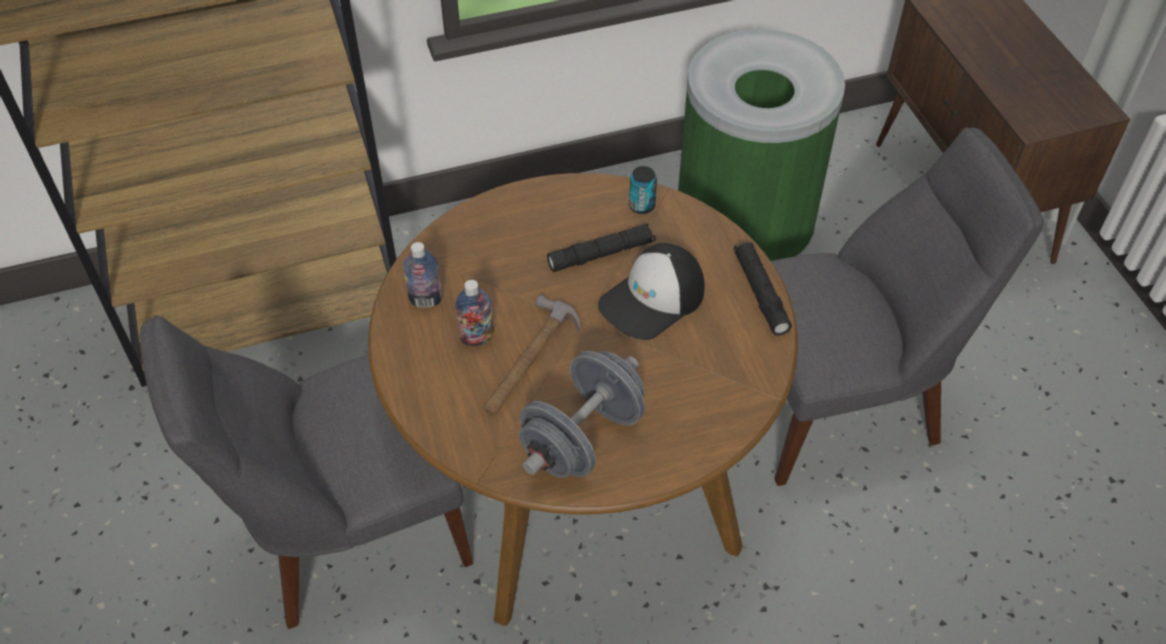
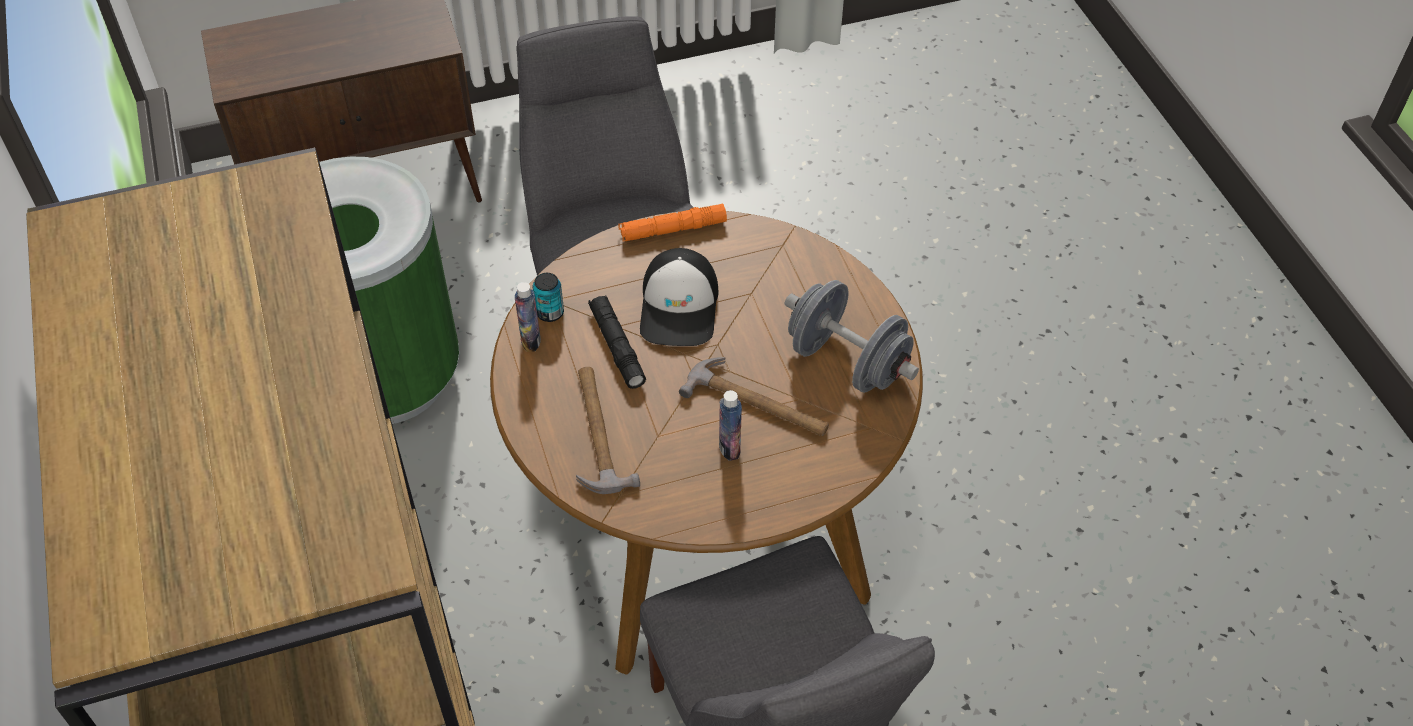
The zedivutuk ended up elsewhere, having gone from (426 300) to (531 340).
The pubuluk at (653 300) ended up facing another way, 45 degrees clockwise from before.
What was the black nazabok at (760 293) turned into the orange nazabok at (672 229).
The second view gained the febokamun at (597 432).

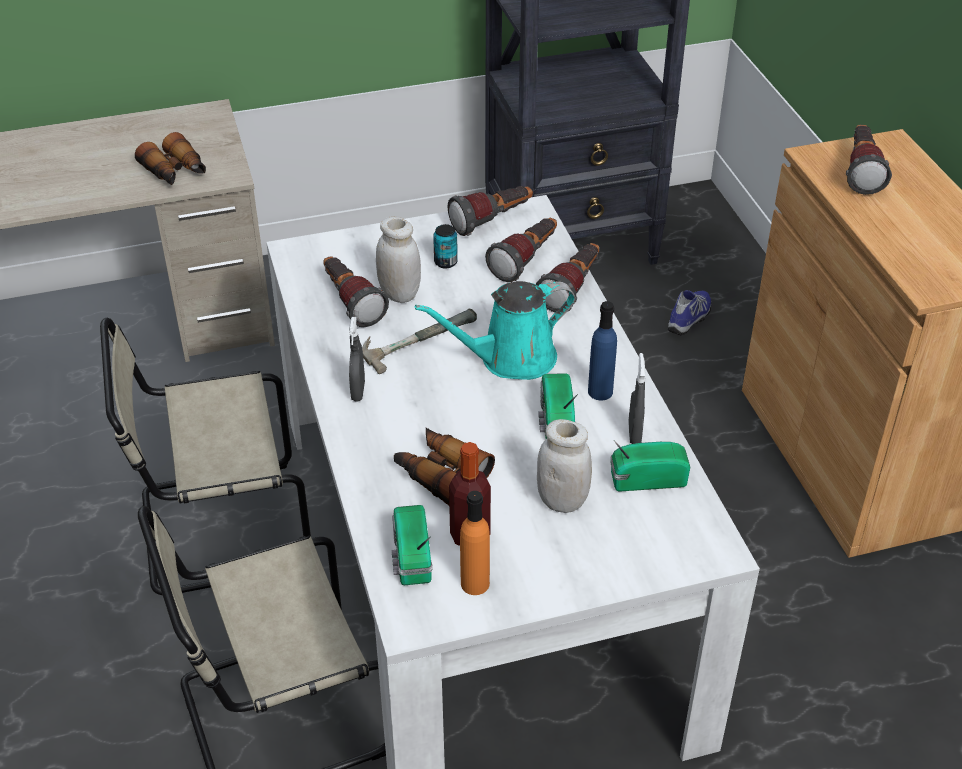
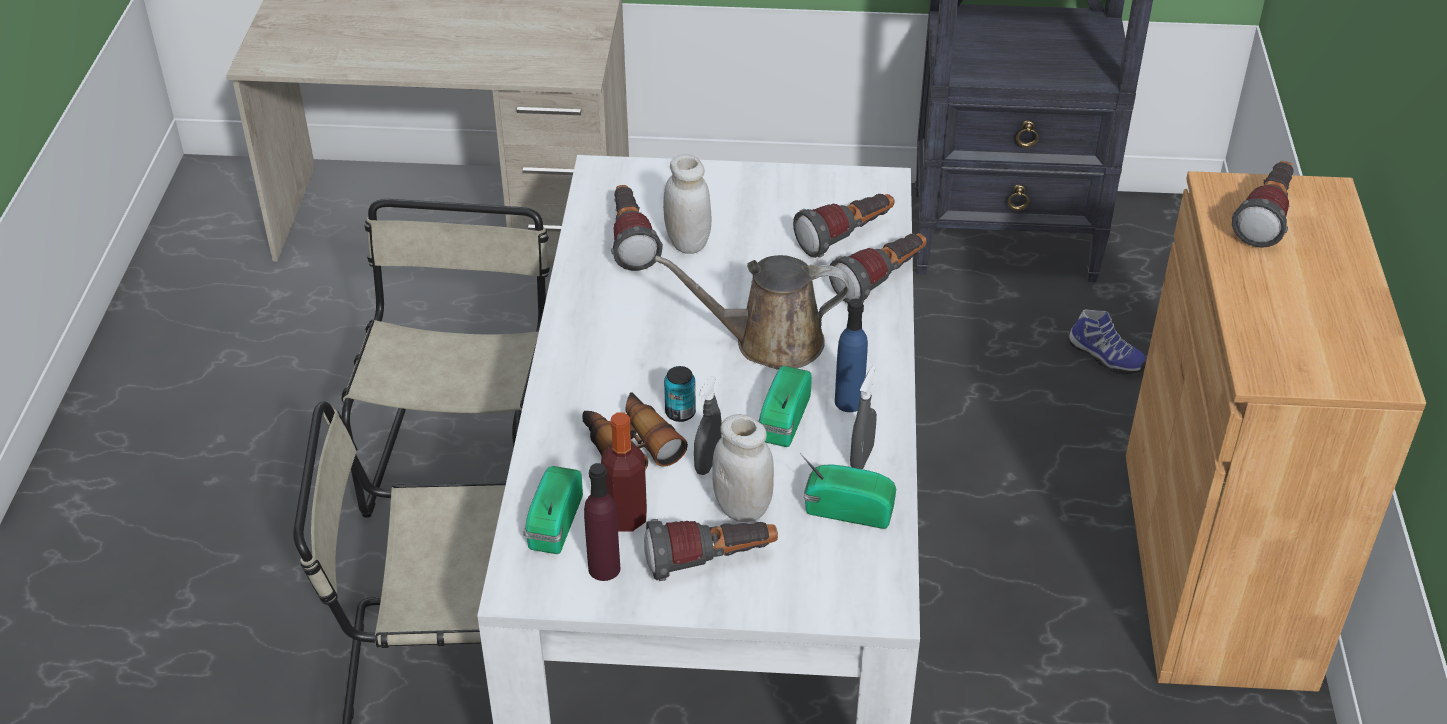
The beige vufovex at (217 529) ended up facing another way, 90 degrees clockwise from before.
The second view lost the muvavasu at (175 172).
The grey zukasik ended up elsewhere, having gone from (358 391) to (707 462).
The second view lost the febokamun at (416 337).
What was the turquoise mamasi at (510 359) turned into the brown mamasi at (770 342).
The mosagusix ended up elsewhere, having gone from (445 262) to (680 413).
The nazabok ended up elsewhere, having gone from (492 221) to (711 562).
What was the orange zedivutuk at (475 583) turned into the purple zedivutuk at (604 568).
The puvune at (690 319) ended up facing another way, 75 degrees clockwise from before.

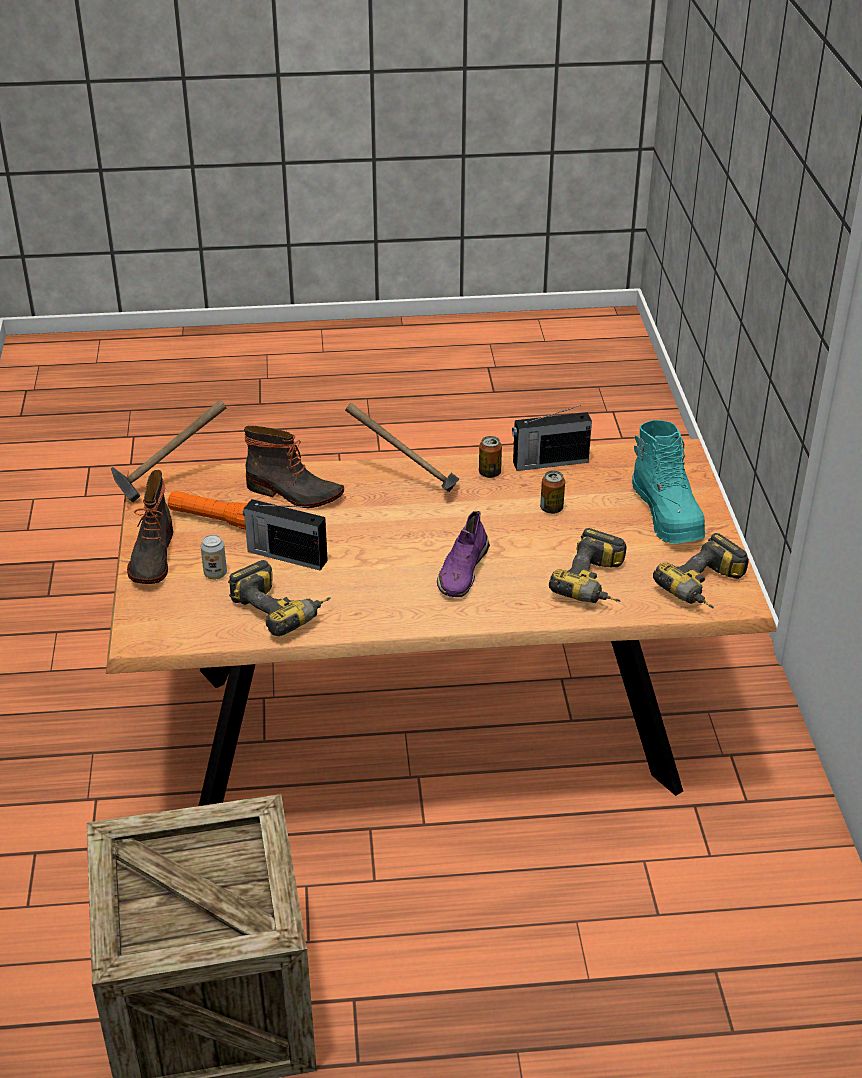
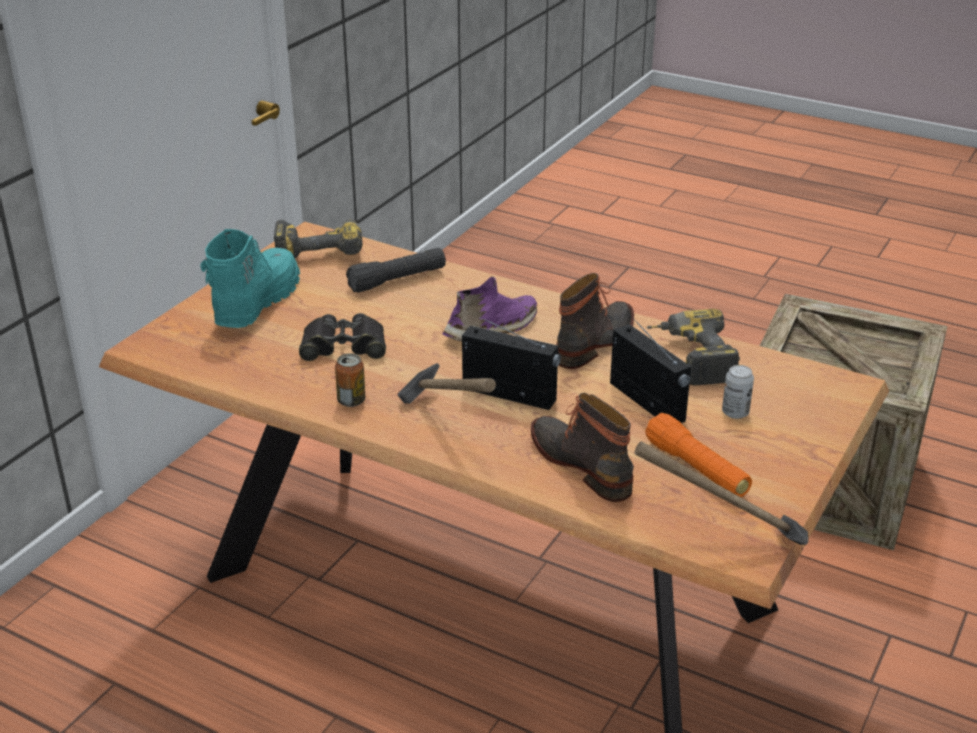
The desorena ended up elsewhere, having gone from (151 557) to (596 342).
The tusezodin ended up elsewhere, having gone from (549 462) to (510 395).
Where the mosagusix stood at (551 508), the black muvavasu came to stand at (343 346).
Where the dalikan stood at (596 585), the black nazabok came to stand at (397 280).

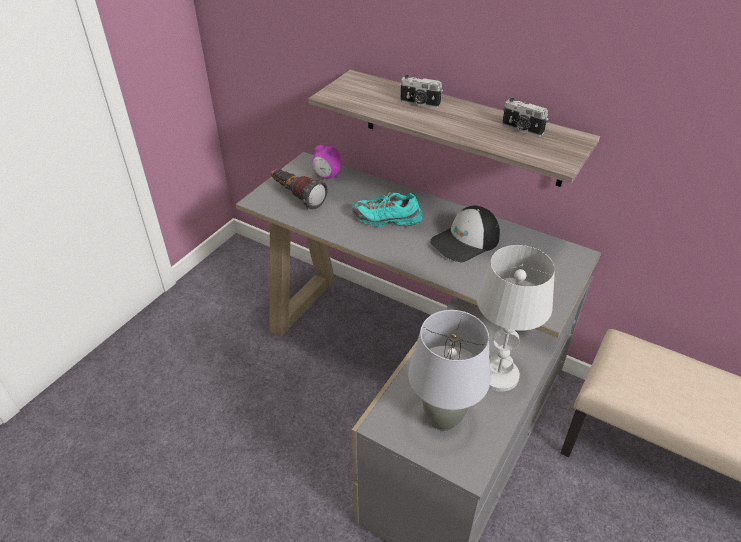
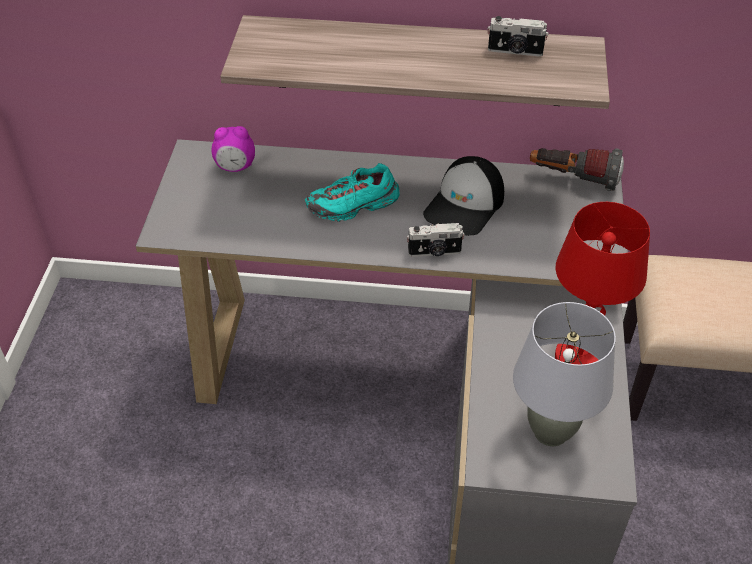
The nazabok ended up elsewhere, having gone from (297 197) to (573 179).
The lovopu ended up elsewhere, having gone from (419 103) to (434 252).
What was the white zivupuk at (498 375) turned into the red zivupuk at (579 357).

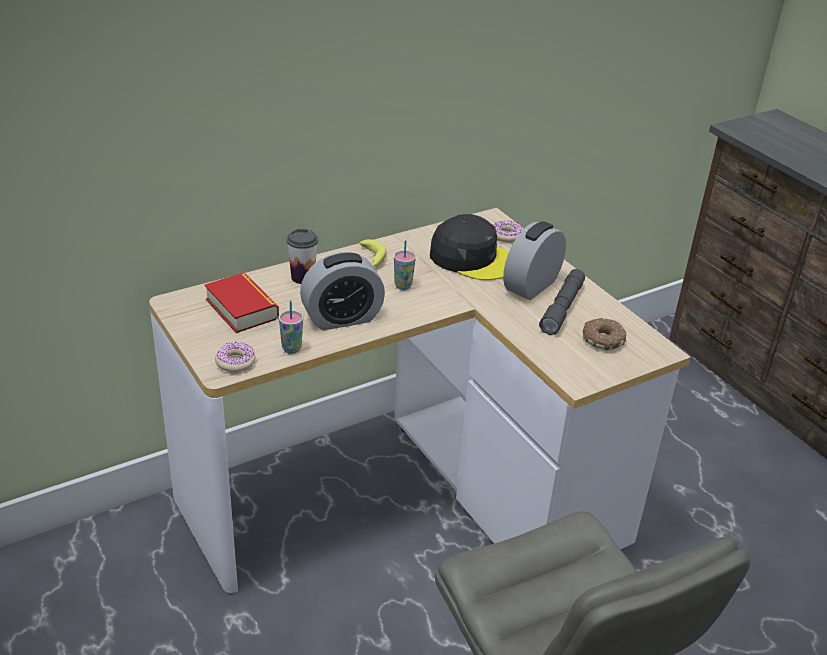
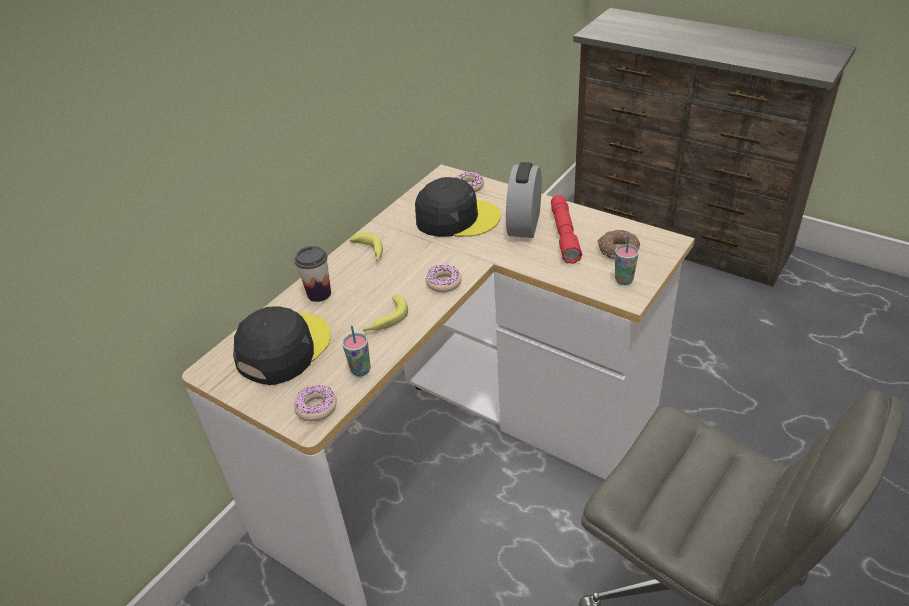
Where the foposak stood at (242 309), the black pubuluk came to stand at (283 349).
Where the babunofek stood at (342 318), the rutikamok came to stand at (385 320).
The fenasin ended up elsewhere, having gone from (403 286) to (623 280).
What was the grey nazabok at (562 308) turned into the red nazabok at (564 235).
The second view gained the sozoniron at (443 283).

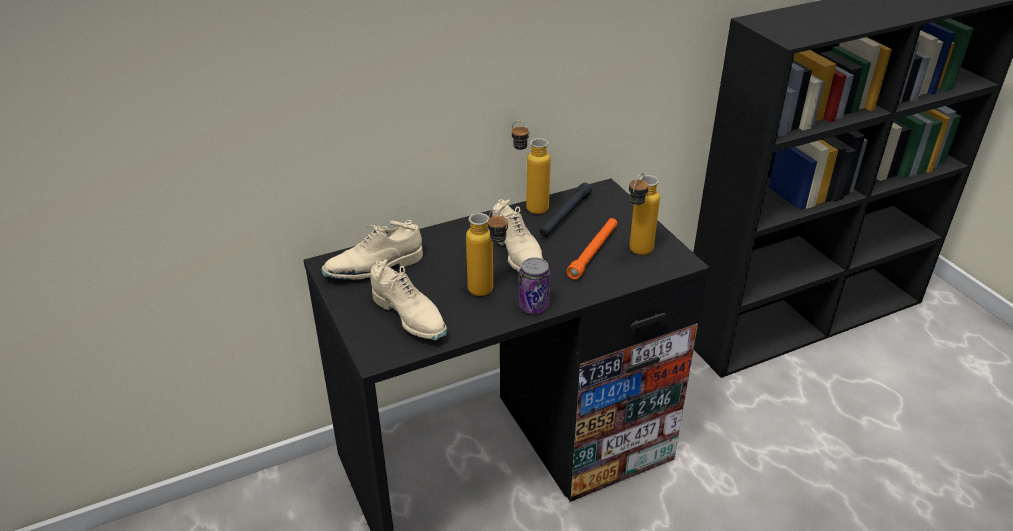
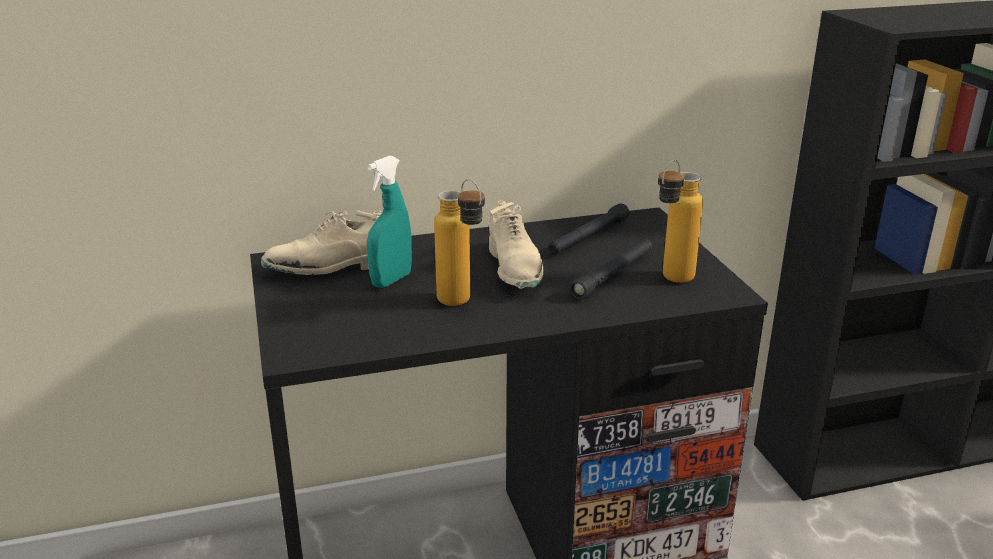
The second view lost the beige puvune at (410 317).
The second view lost the zedivutuk at (529 206).
The second view lost the mosagusix at (533 306).
What was the orange nazabok at (593 252) turned into the black nazabok at (613 275).
The second view gained the turquoise zukasik at (391 280).

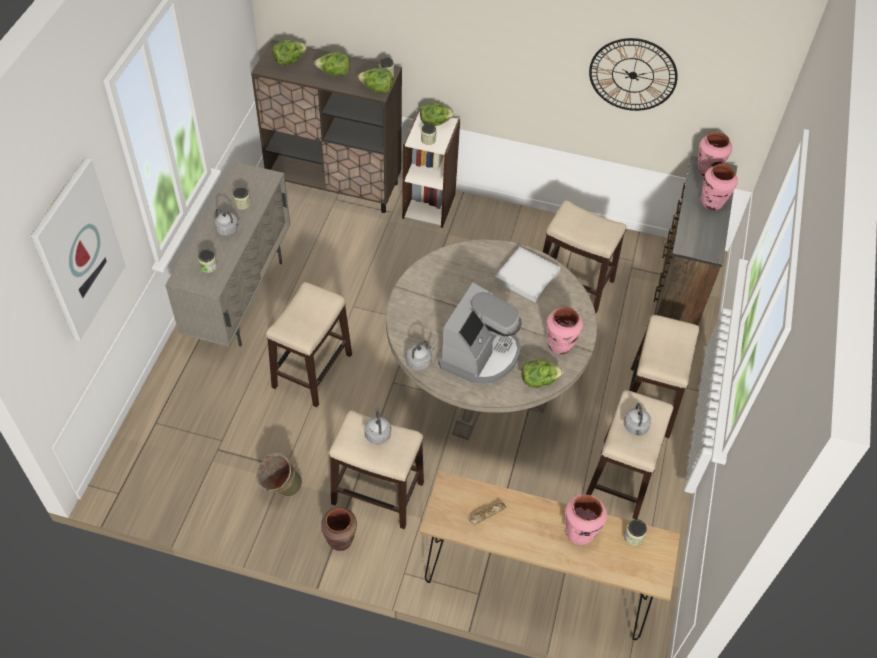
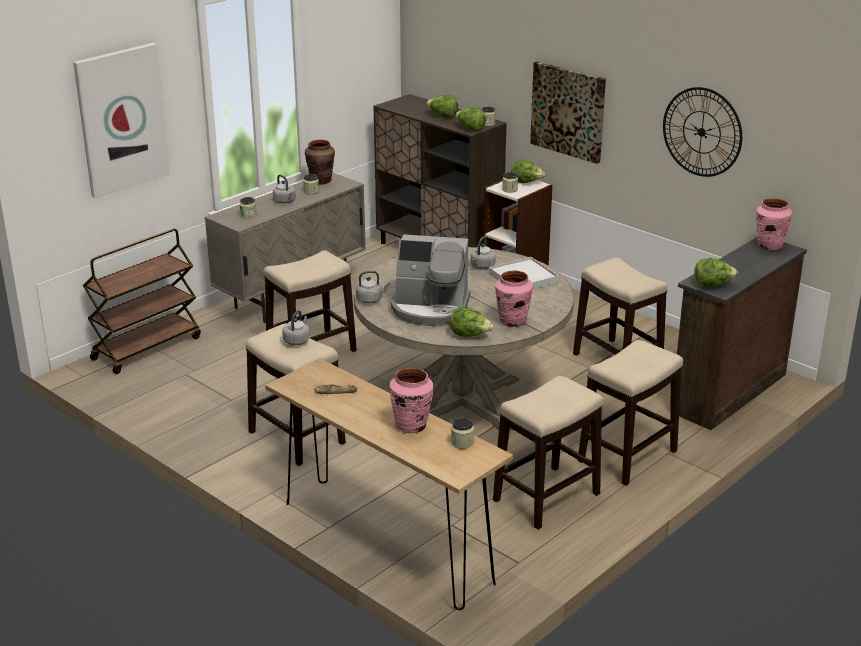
The second view lost the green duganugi at (280 489).
The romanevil ended up elsewhere, having gone from (289 61) to (712 285).
The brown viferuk ended up elsewhere, having gone from (340 540) to (321 181).
The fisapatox at (480 354) ended up facing another way, 45 degrees clockwise from before.
The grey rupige ended up elsewhere, having gone from (635 427) to (482 266).
The second view lost the pink viferuk at (712 203).
The second view gained the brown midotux at (147 348).
The second view gained the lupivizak at (568 111).

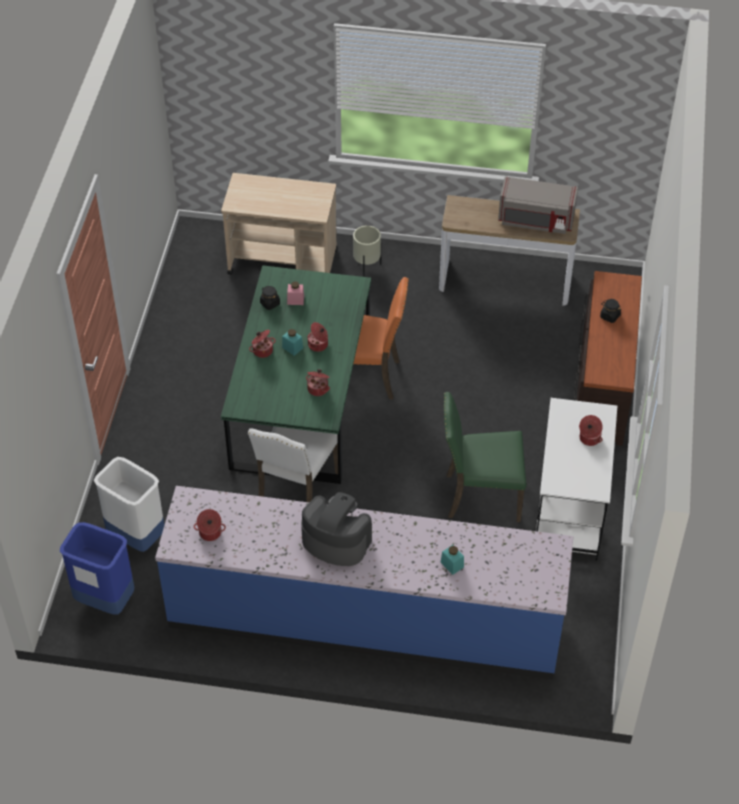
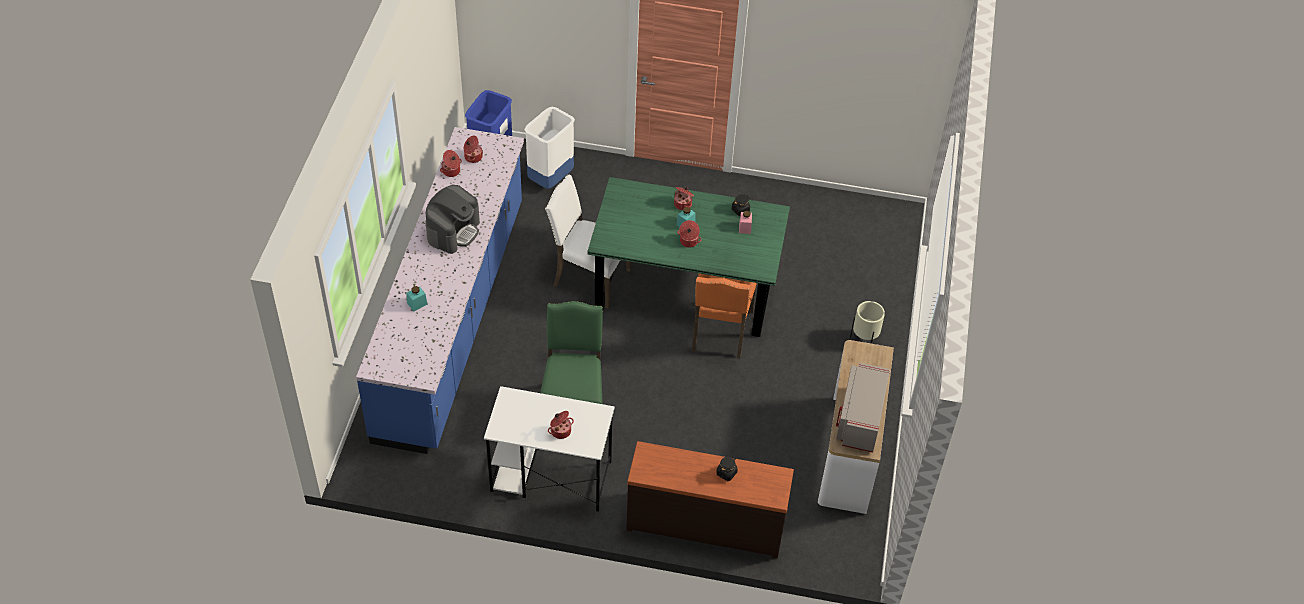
The second view lost the beige midotux at (283 262).
The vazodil ended up elsewhere, having gone from (318 388) to (451 171).

